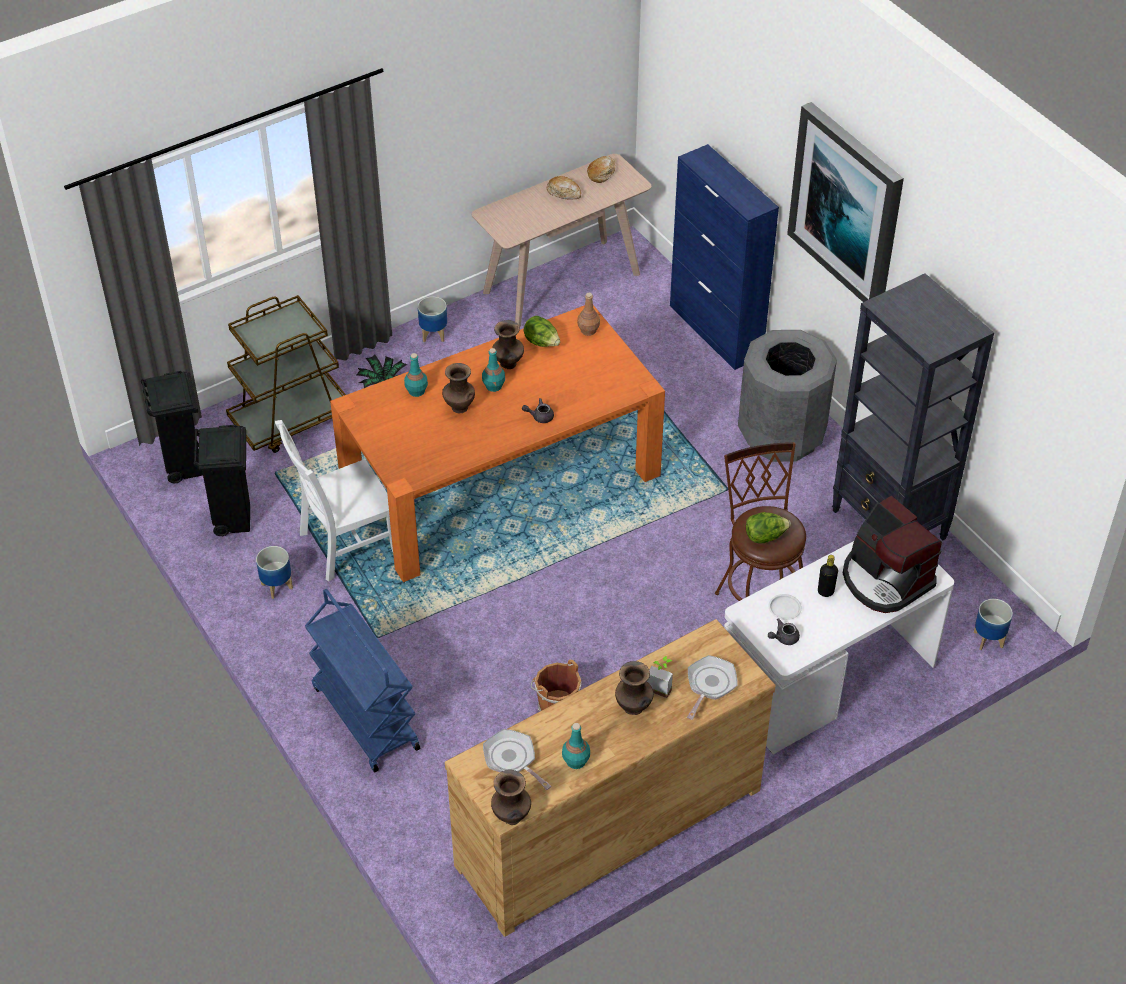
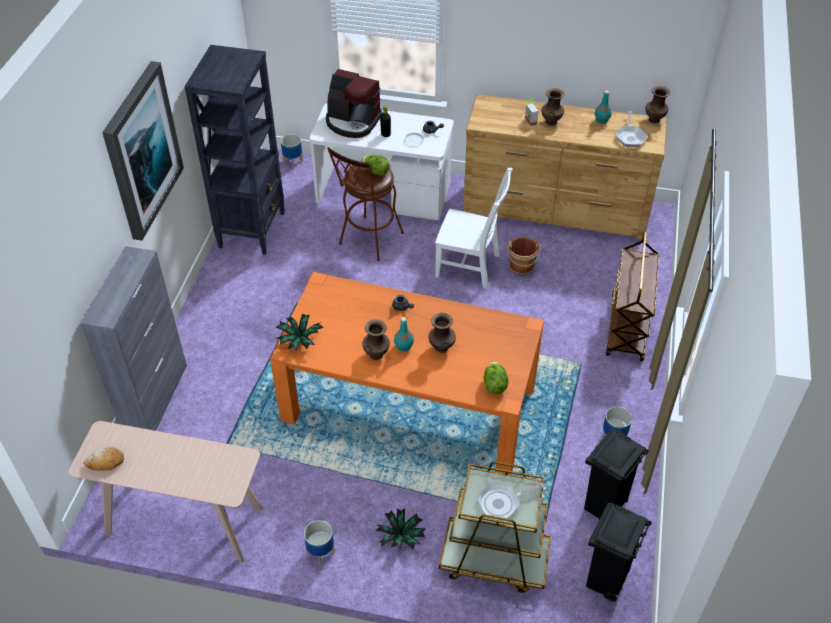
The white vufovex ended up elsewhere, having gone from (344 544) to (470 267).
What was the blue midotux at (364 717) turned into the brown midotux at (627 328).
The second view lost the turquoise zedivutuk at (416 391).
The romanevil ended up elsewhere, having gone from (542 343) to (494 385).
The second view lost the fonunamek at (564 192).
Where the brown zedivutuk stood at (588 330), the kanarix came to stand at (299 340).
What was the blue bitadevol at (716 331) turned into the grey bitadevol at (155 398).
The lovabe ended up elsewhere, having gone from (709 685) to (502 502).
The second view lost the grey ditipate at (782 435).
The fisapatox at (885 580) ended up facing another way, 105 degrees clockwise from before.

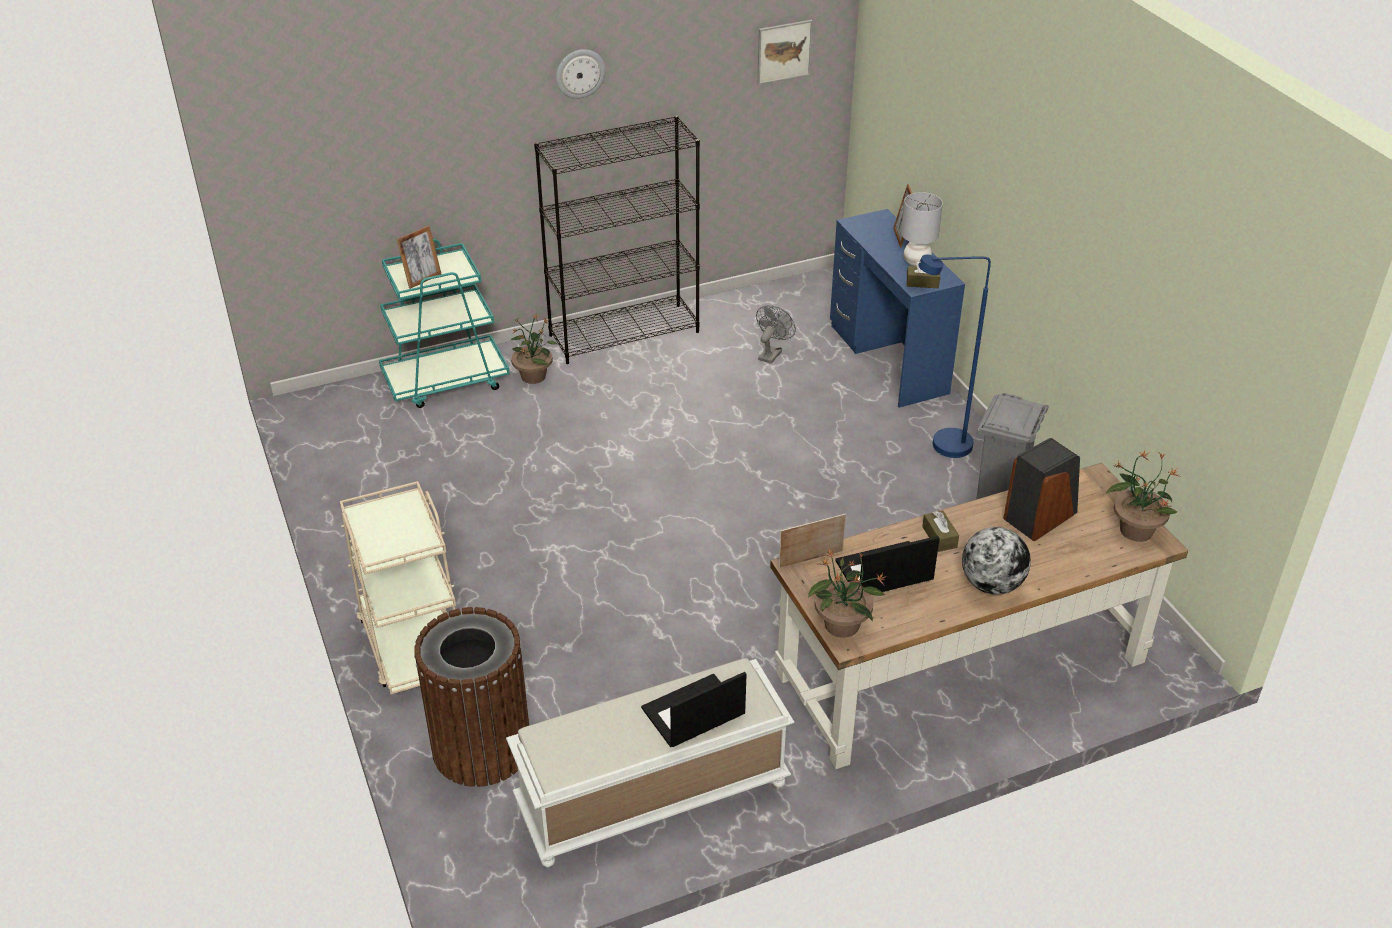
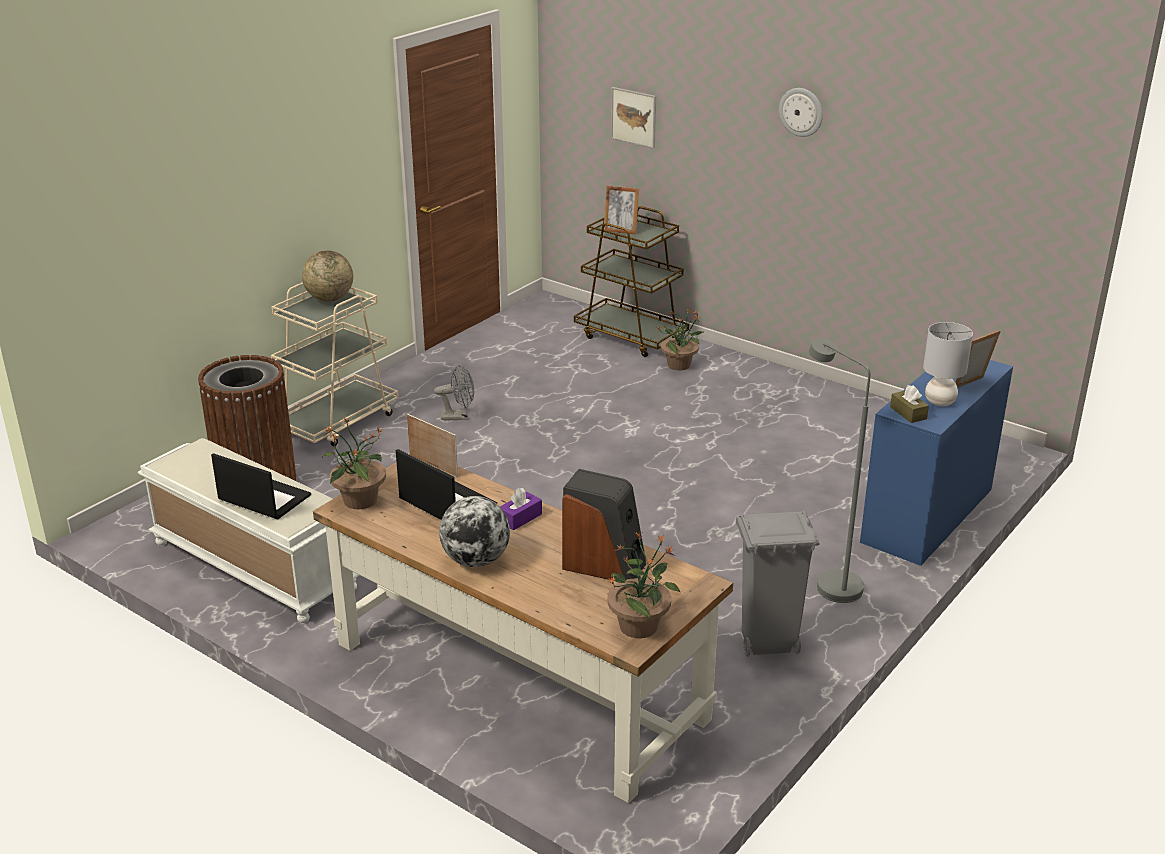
What was the turquoise midotux at (446 381) turned into the brown midotux at (631 336).
The second view lost the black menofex at (625 333).
The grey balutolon ended up elsewhere, having gone from (771 353) to (459 416).
The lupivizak ended up elsewhere, having gone from (784 51) to (634 117).
What was the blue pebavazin at (941 446) turned into the grey pebavazin at (829 583).
What was the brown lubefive at (939 537) turned into the purple lubefive at (520 518).
The second view gained the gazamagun at (329 299).

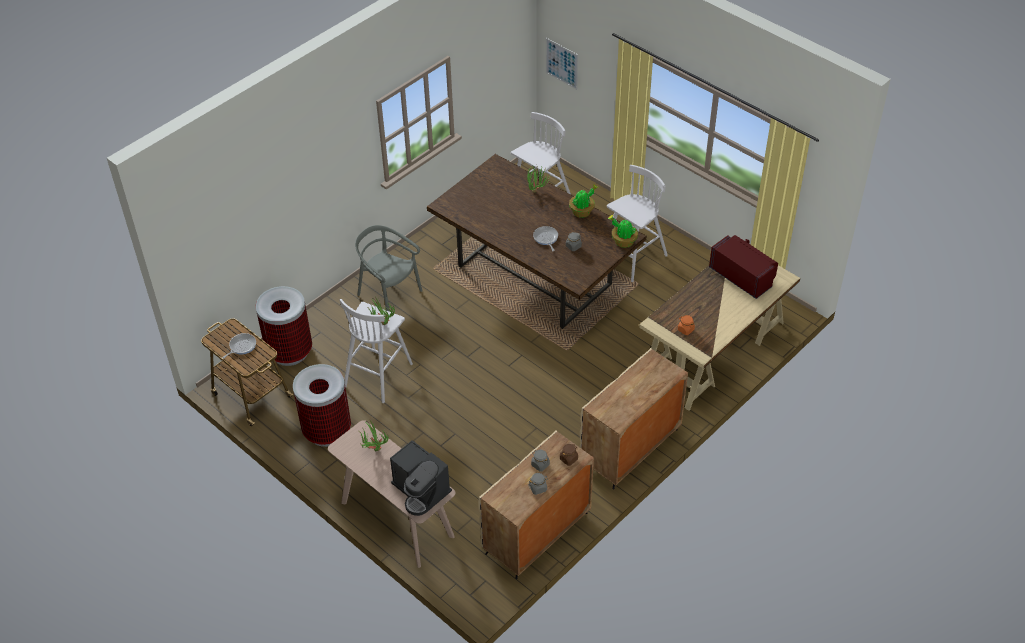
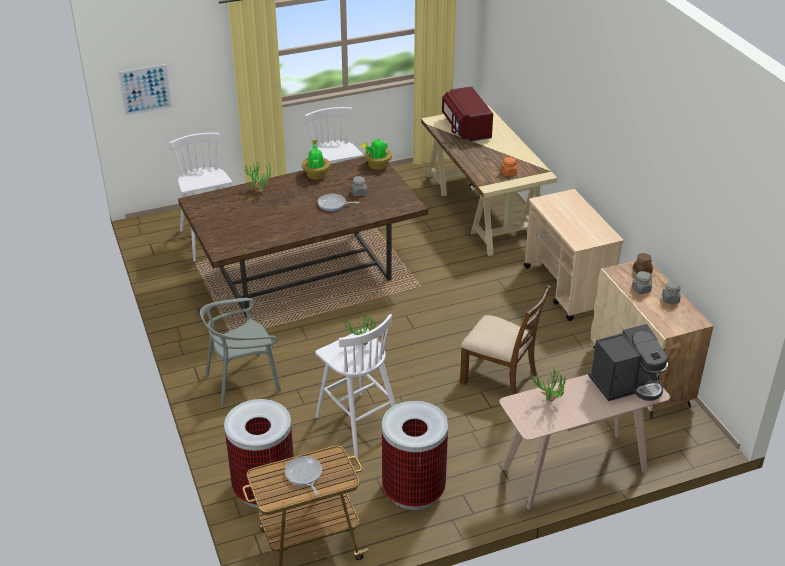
Where the beige bitadevol stood at (630 448), the beige midotux came to stand at (567 288).
The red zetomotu at (743 276) ended up facing another way, 90 degrees counterclockwise from before.
The second view gained the brown vufovex at (500 378).

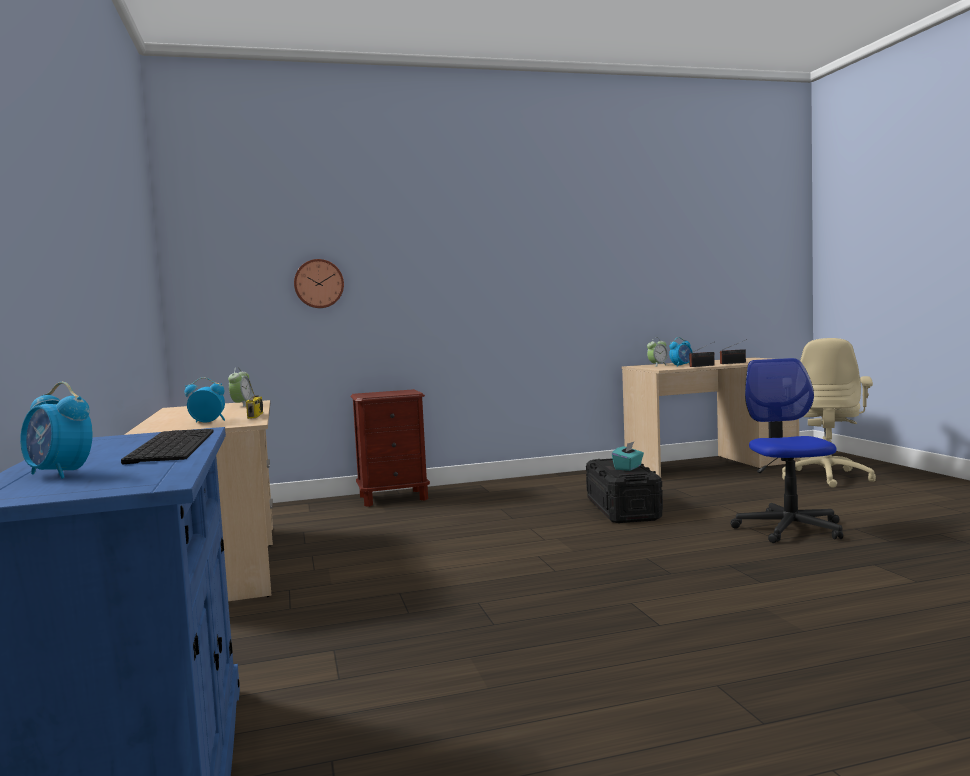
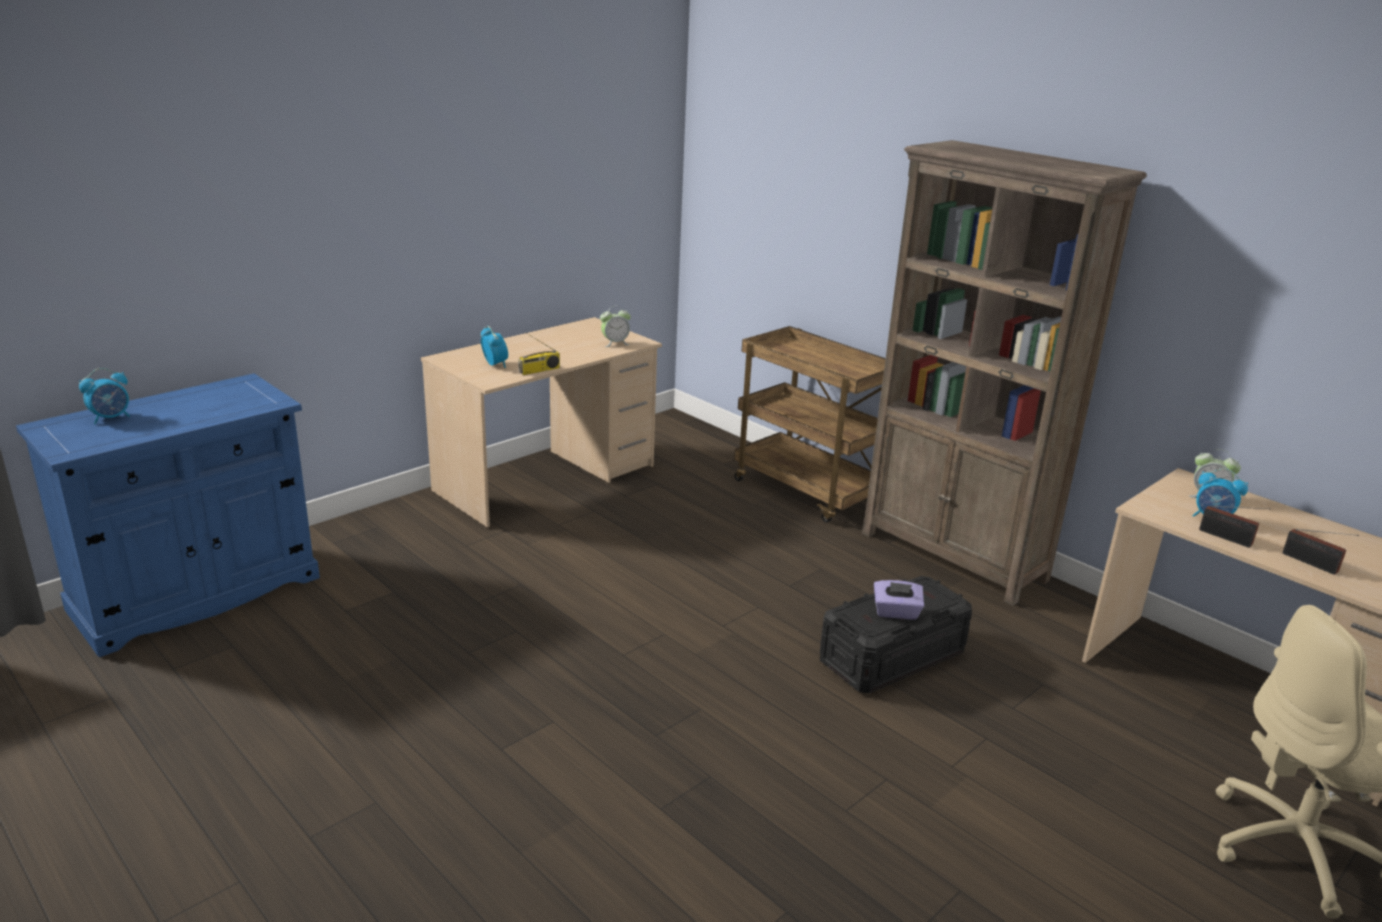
The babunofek at (59 474) ended up facing another way, 135 degrees counterclockwise from before.
The second view lost the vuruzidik at (169 446).
The second view lost the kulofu at (318 283).
Where the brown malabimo stood at (393 498), the brown midotux came to stand at (808 492).
What was the turquoise lubefive at (628 468) turned into the purple lubefive at (896 612).
The second view lost the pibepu at (789 529).
The second view gained the brown menofex at (953 557).

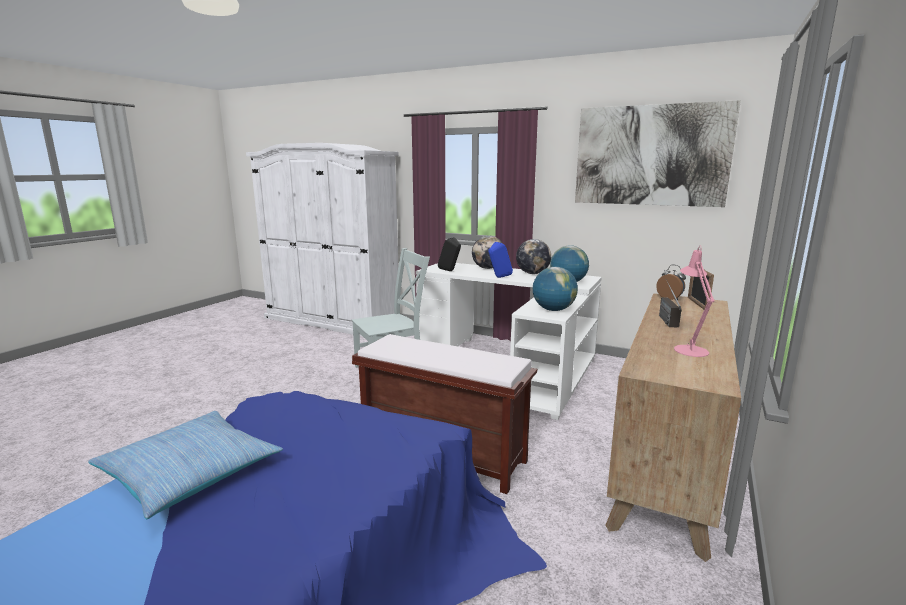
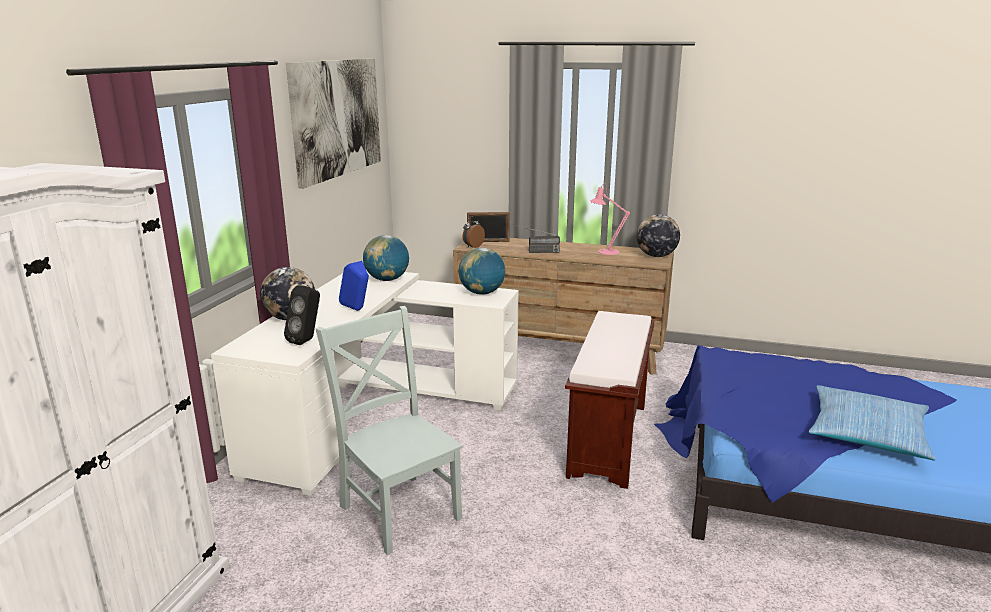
The gazamagun ended up elsewhere, having gone from (532 273) to (656 256).

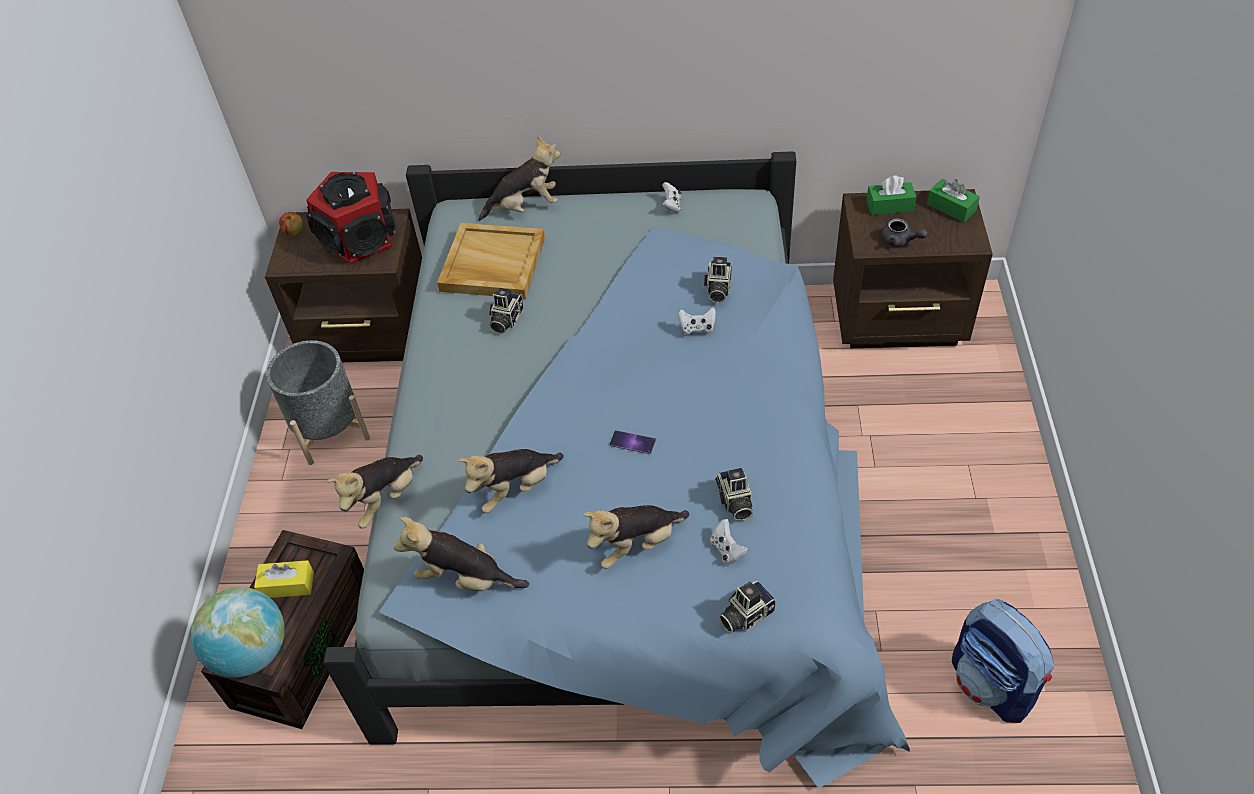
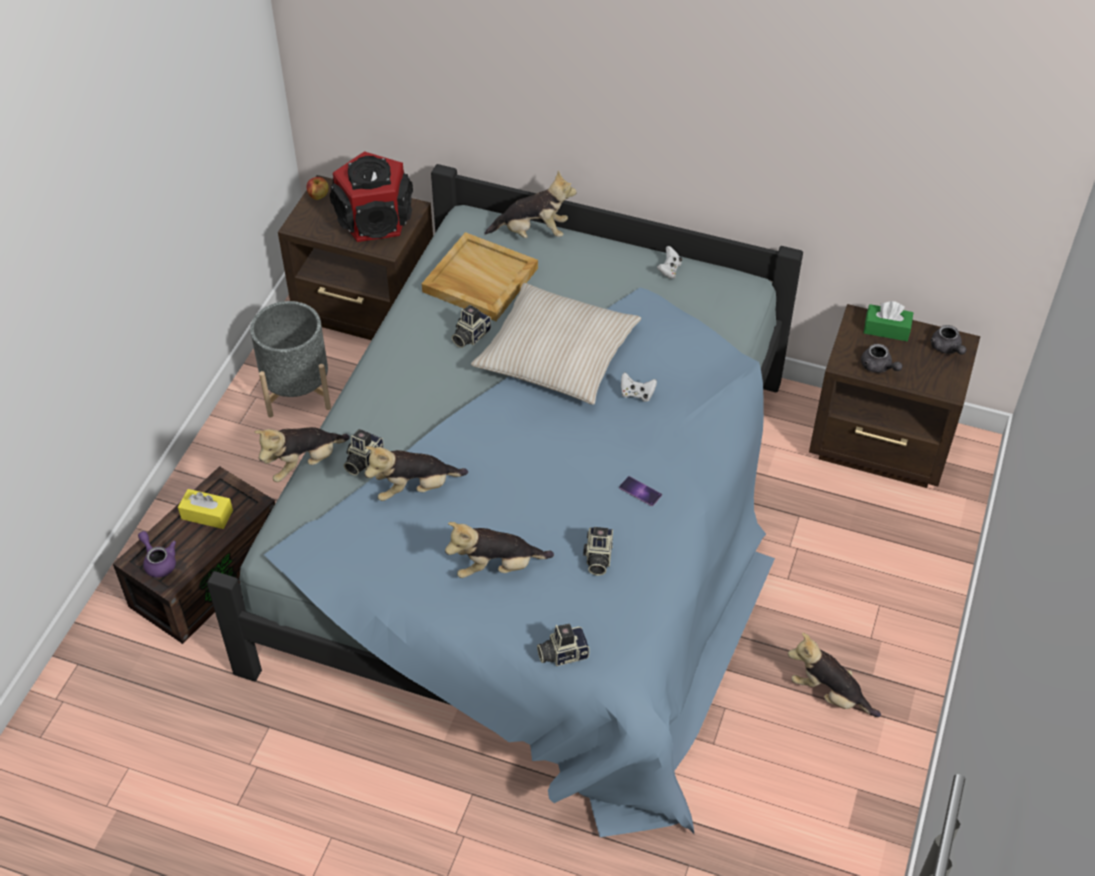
Where the gazamagun stood at (252 652), the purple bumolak came to stand at (158 562).
The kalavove ended up elsewhere, having gone from (465 578) to (829 694).
The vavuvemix ended up elsewhere, having gone from (632 442) to (640 491).
The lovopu ended up elsewhere, having gone from (717 289) to (362 460).
The second view lost the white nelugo at (727 550).
Where the green lubefive stood at (951 207), the grey bumolak came to stand at (946 348).
The second view lost the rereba at (993 685).
The second view gained the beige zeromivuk at (556 355).

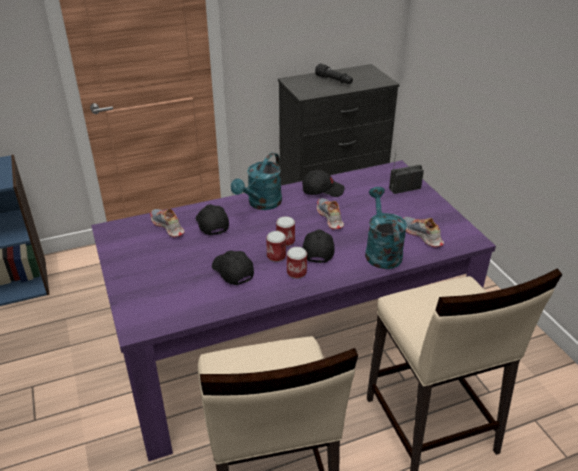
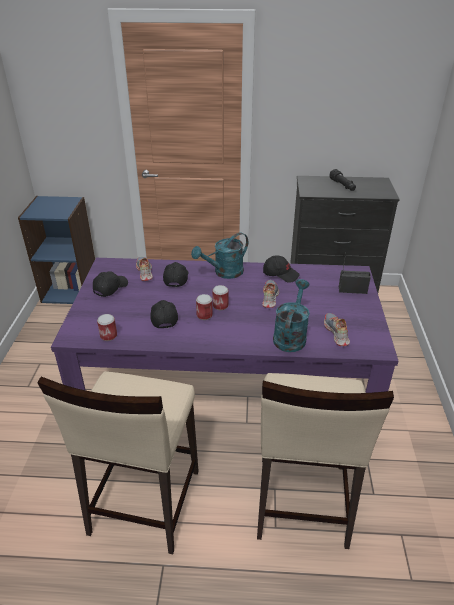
The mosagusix ended up elsewhere, having gone from (296 272) to (108 336).
The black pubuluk ended up elsewhere, having gone from (318 250) to (110 288).

